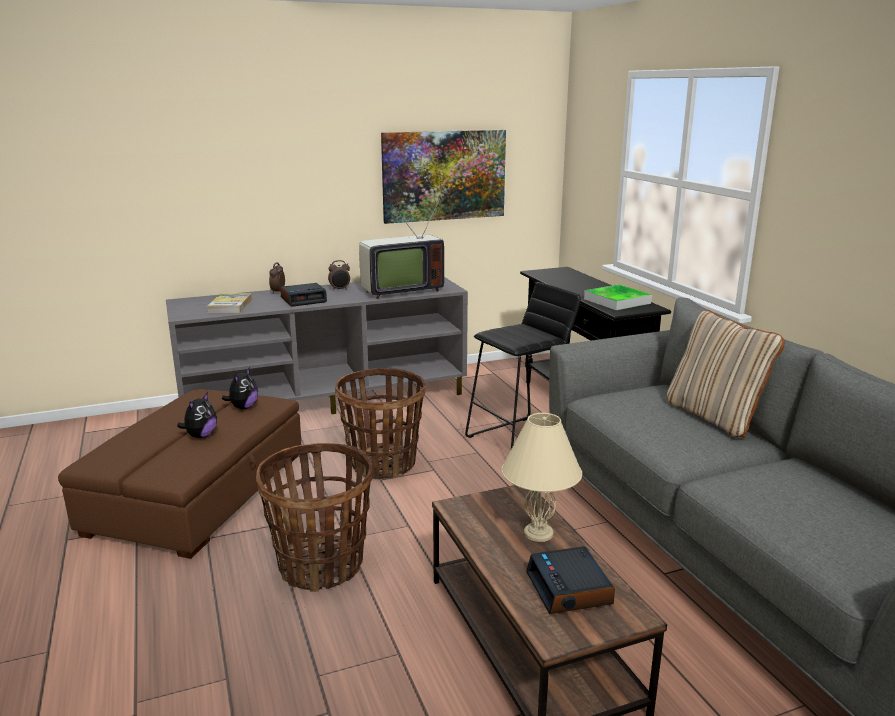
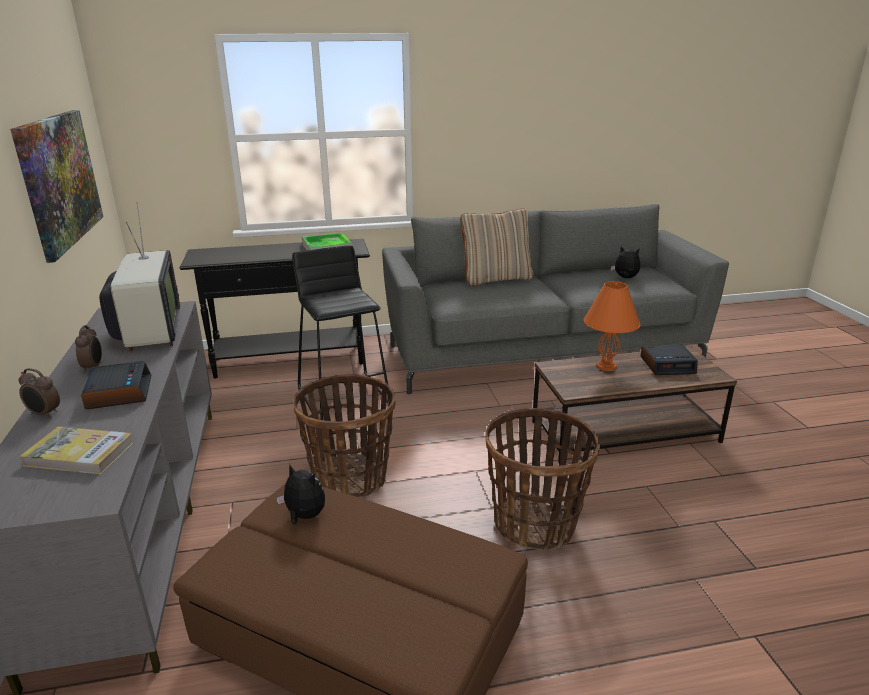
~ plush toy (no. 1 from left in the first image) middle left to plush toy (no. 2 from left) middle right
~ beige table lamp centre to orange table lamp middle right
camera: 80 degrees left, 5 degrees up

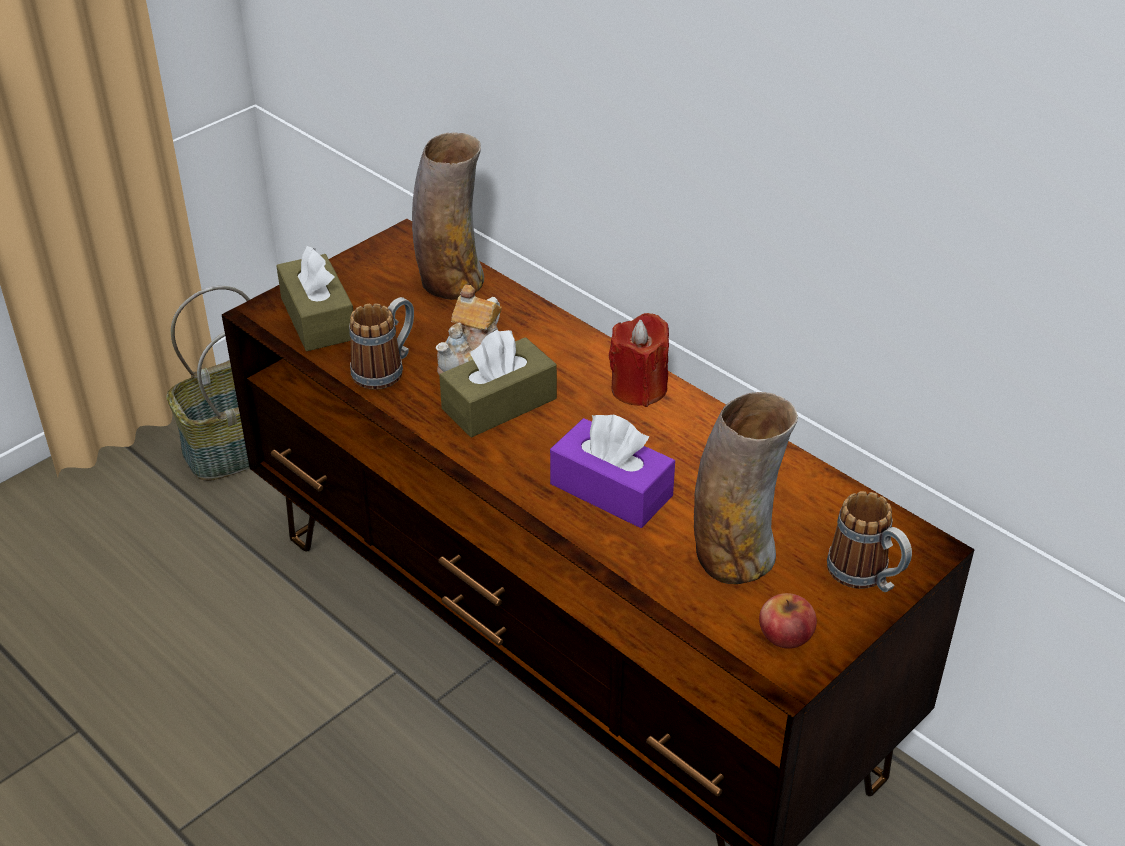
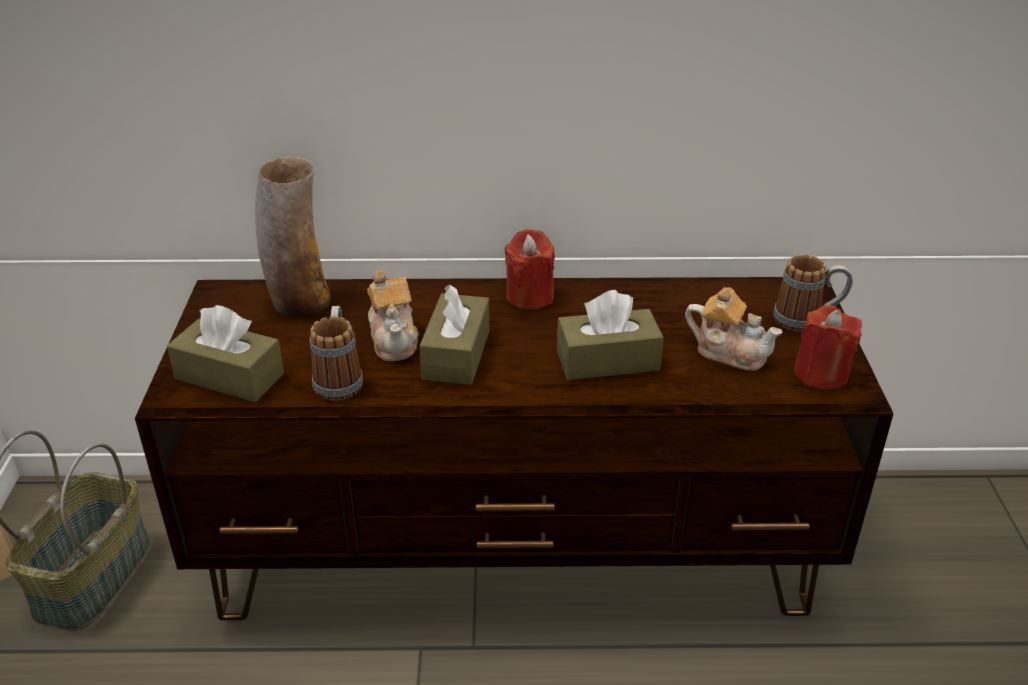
~ vase (no. 2 from left) centre to teapot (no. 2 from left) middle right
~ purple tissue box centre to brown tissue box (no. 3 from left) centre
~ apple bottom right to red candle (no. 2 from left) middle right
camera: 45 degrees left, 5 degrees down

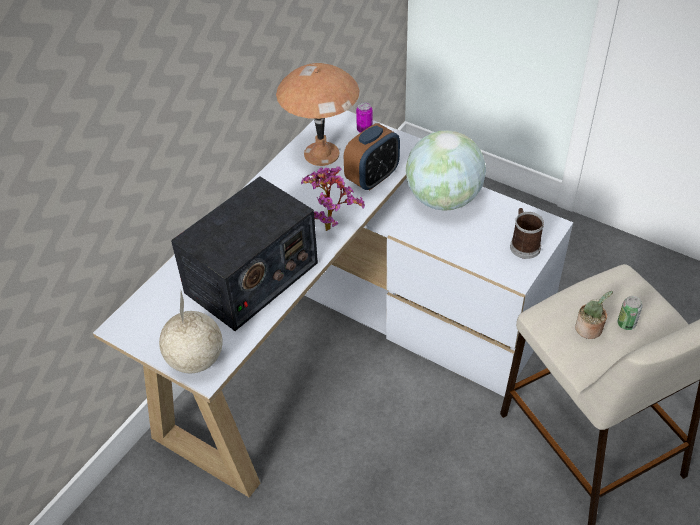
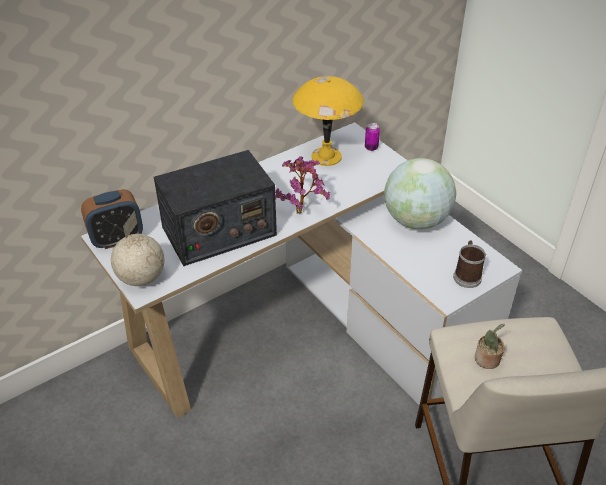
~ brown table lamp top centre to yellow table lamp top centre
~ alarm clock top centre to middle left
- can (no. 2 from left) middle right
camera: 20 degrees right, 5 degrees down

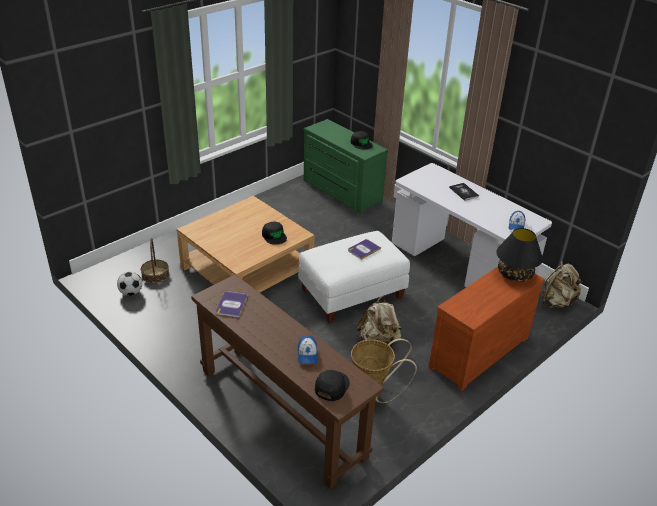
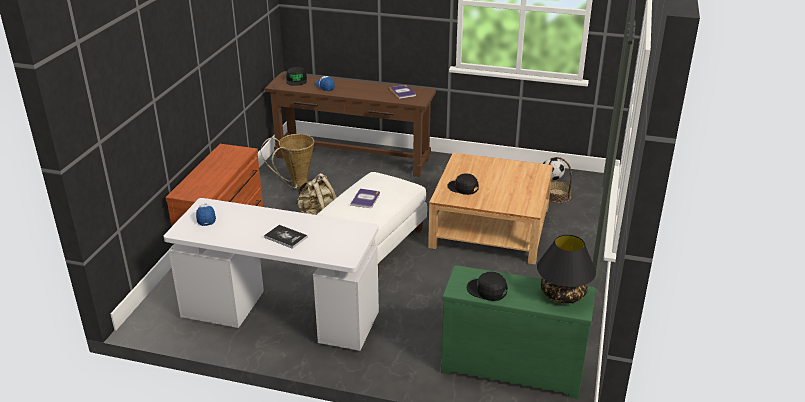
~ black table lamp middle right to bottom right
- beige backpack (no. 2 from left) middle right
camera: 150 degrees right, 5 degrees down

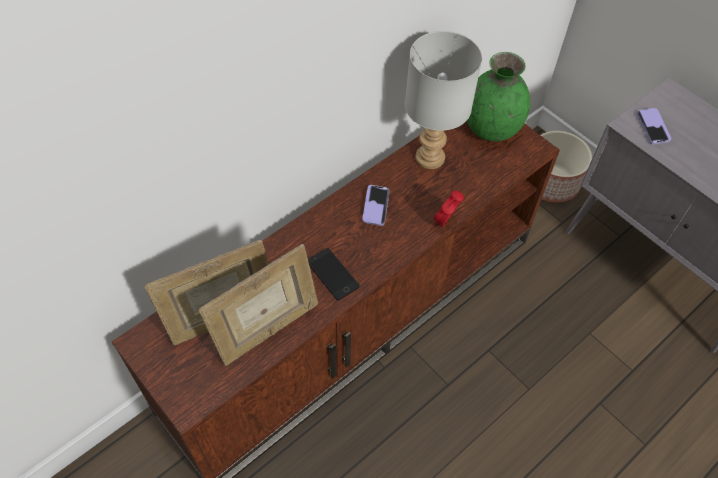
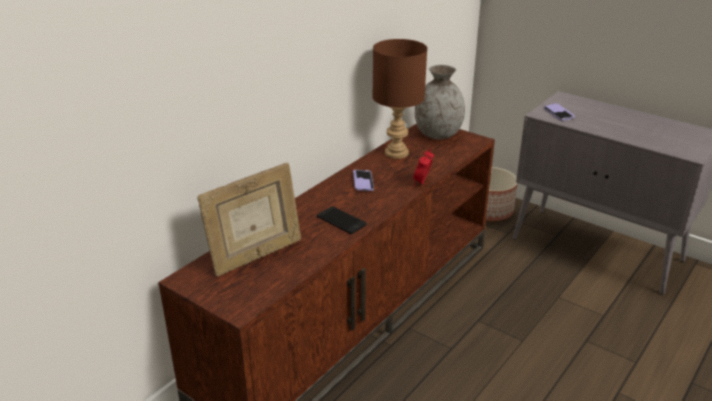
~ grey table lamp top centre to brown table lamp top centre
~ green vase top right to grey vase top centre
- picture frame (no. 2 from left) centre
camera: 10 degrees left, 25 degrees down

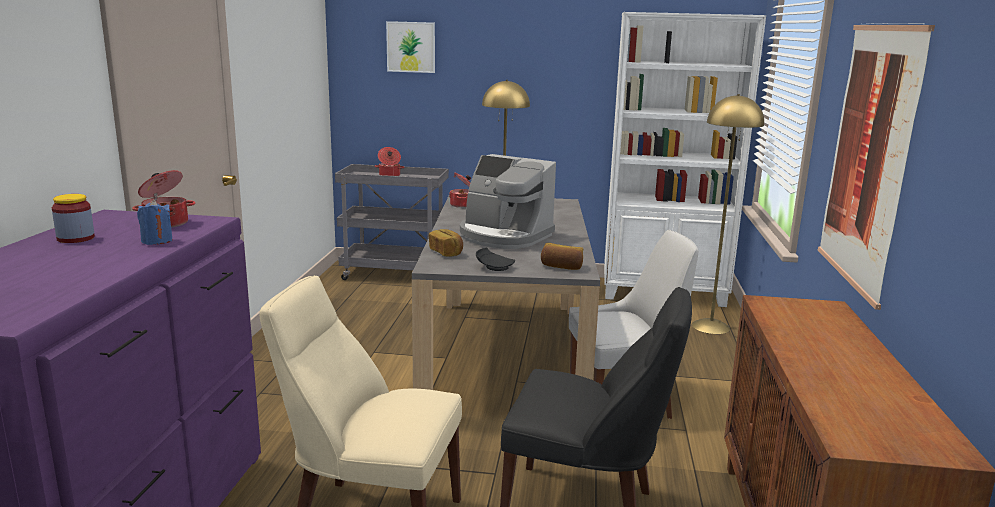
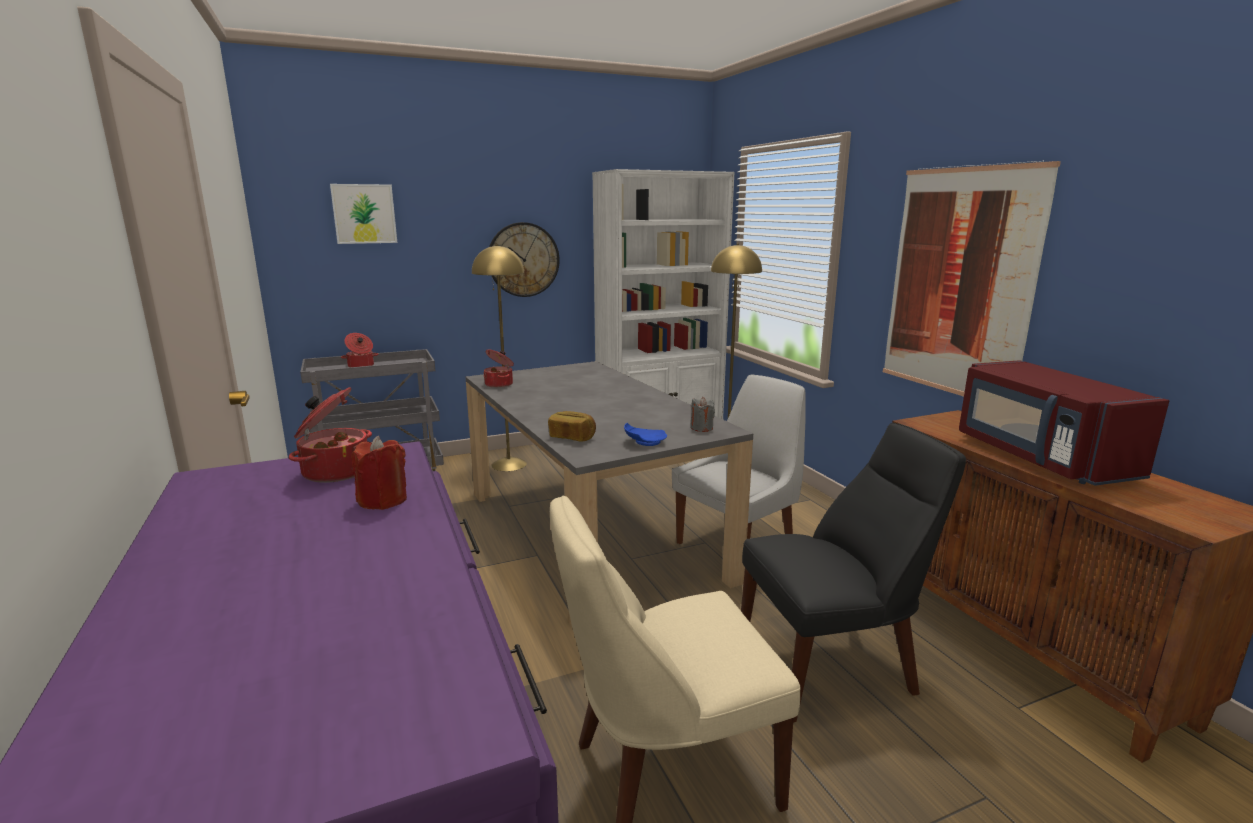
- coffee machine centre
- jar middle left
~ blue candle middle left to red candle middle left
~ bread (no. 2 from left) centre to grey candle centre
~ black plate centre to blue plate centre
+ wall clock top centre
+ red microwave middle right
camera: 30 degrees left, 0 degrees up

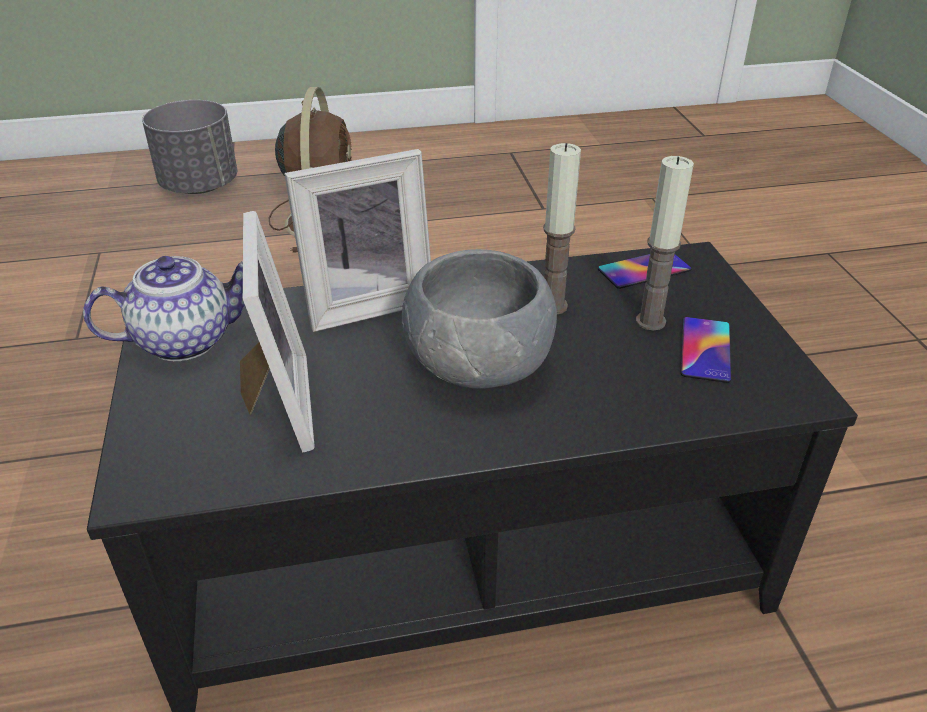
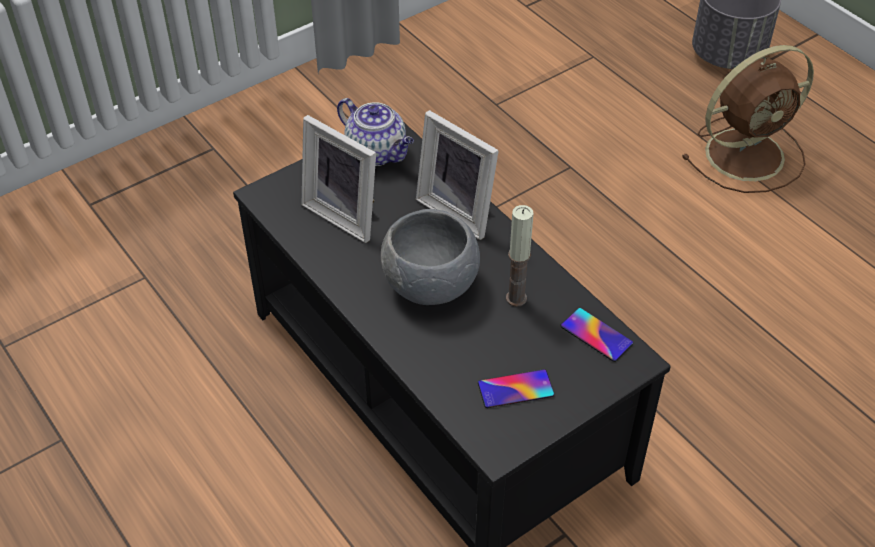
- candle (no. 2 from left) middle right
~ picture frame (no. 1 from left) middle left = top centre 75 degrees clockwise
camera: 65 degrees right, 10 degrees up

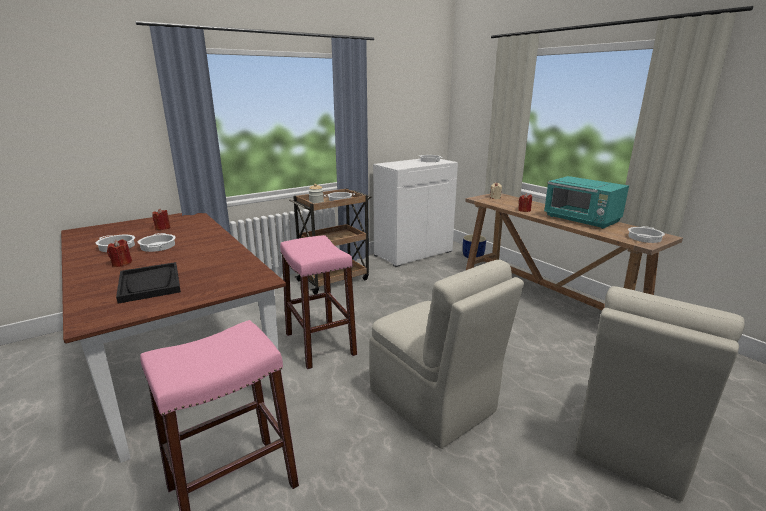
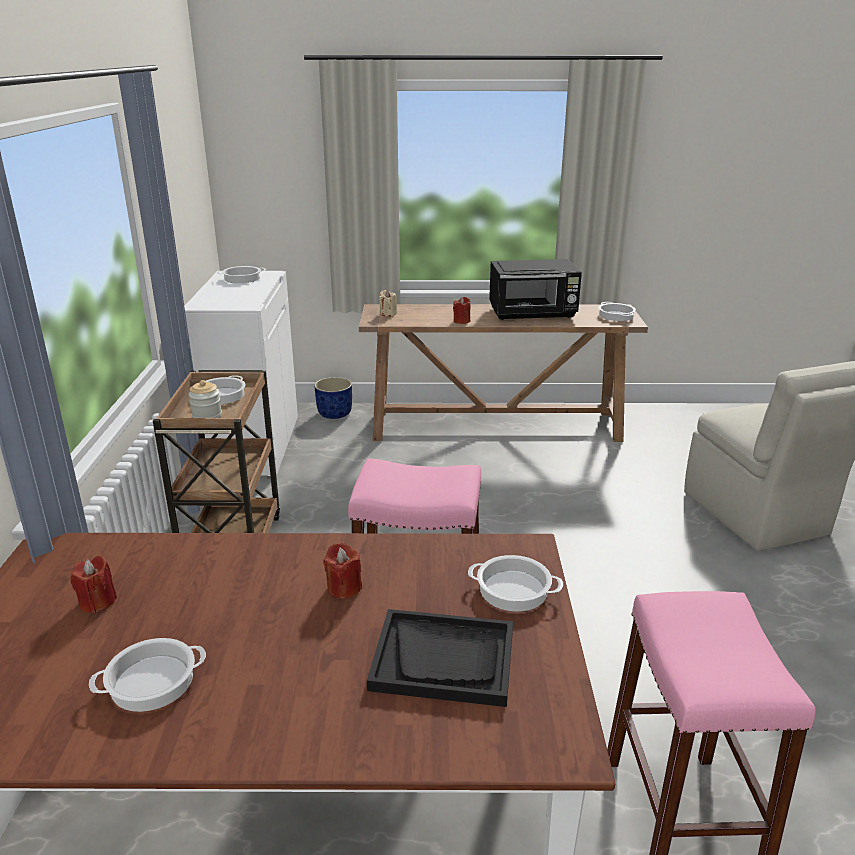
~ turquoise microwave middle right to black microwave centre
~ cooking pot (no. 2 from left in the first image) middle left to cooking pot (no. 4 from left) bottom centre
~ red candle (no. 1 from left in the first image) middle left to red candle (no. 2 from left) bottom centre
- beige chair (no. 1 from left) bottom centre
camera: 55 degrees left, 5 degrees up

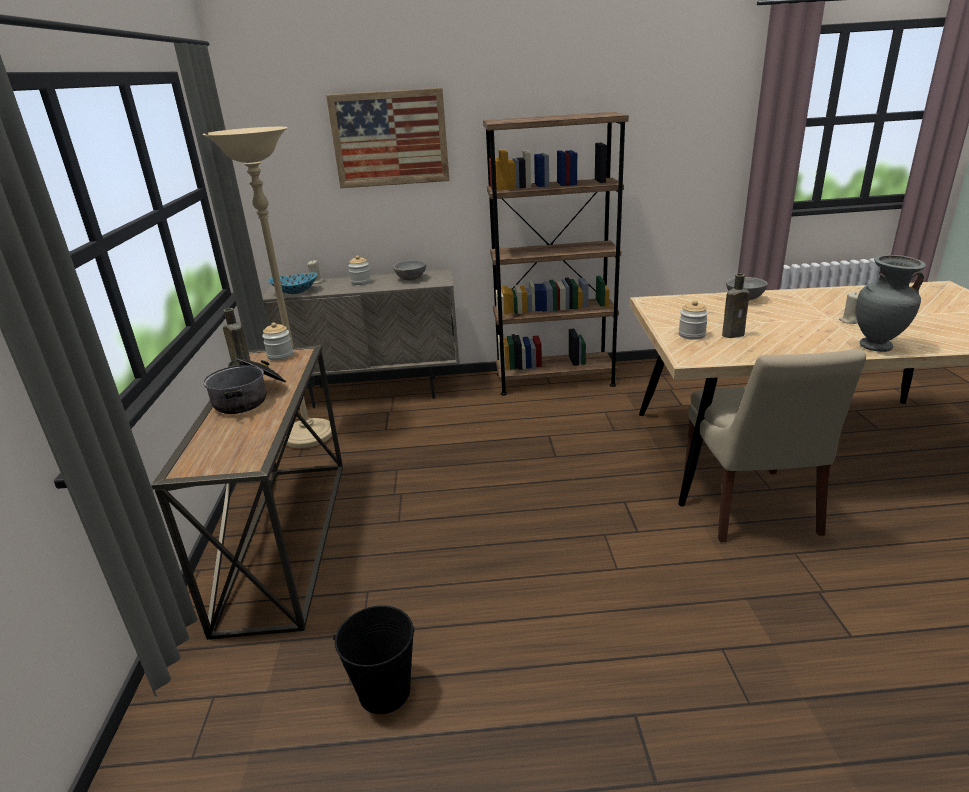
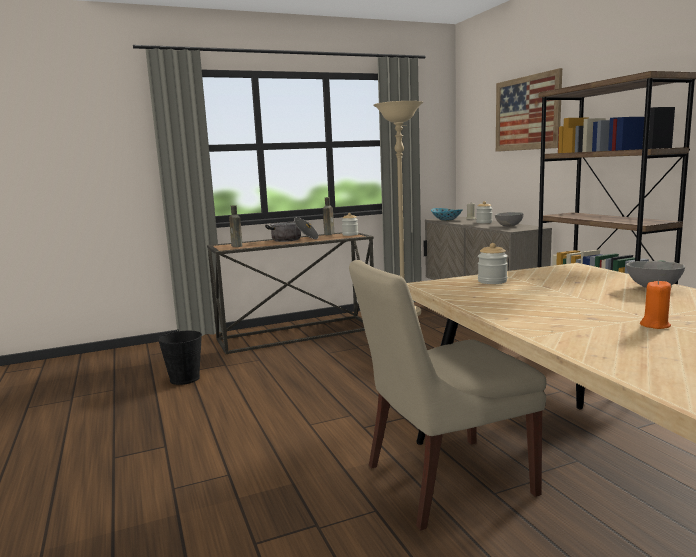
- grey vase middle right
~ brown bottle (no. 2 from left in the first image) middle right to brown bottle (no. 1 from left) centre
~ beige candle (no. 2 from left) middle right to orange candle middle right
camera: 70 degrees right, 15 degrees down

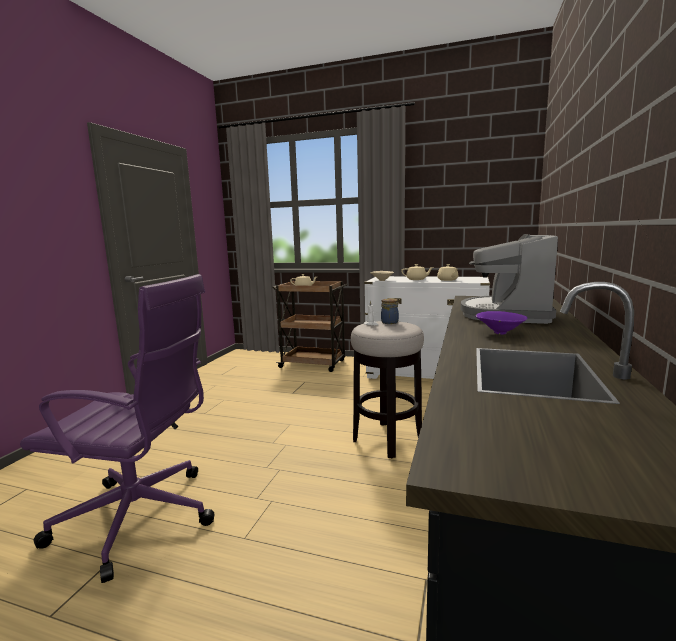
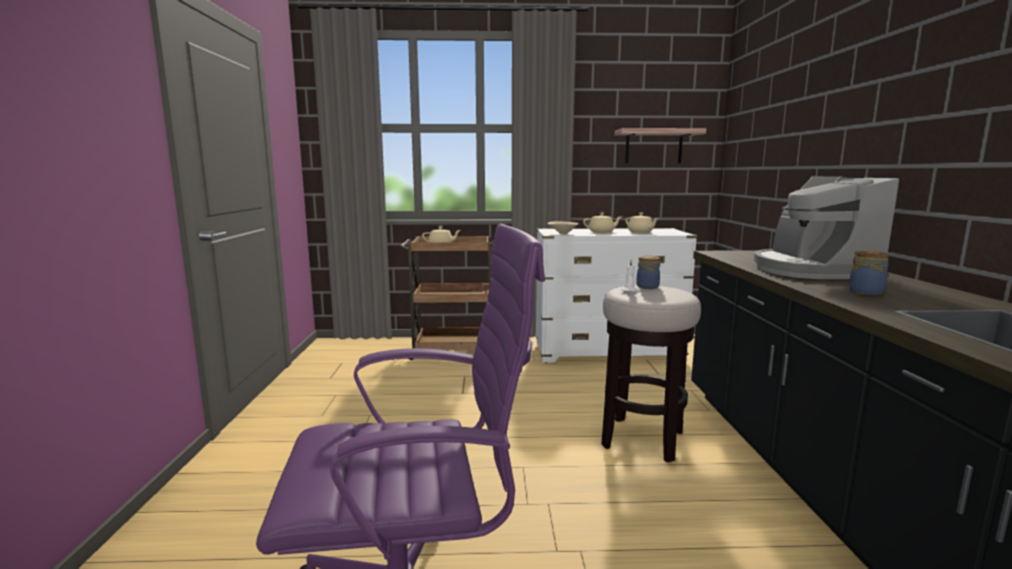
~ purple bowl middle right to jar (no. 2 from left) middle right
+ shelf top centre
camera: 20 degrees left, 0 degrees up

